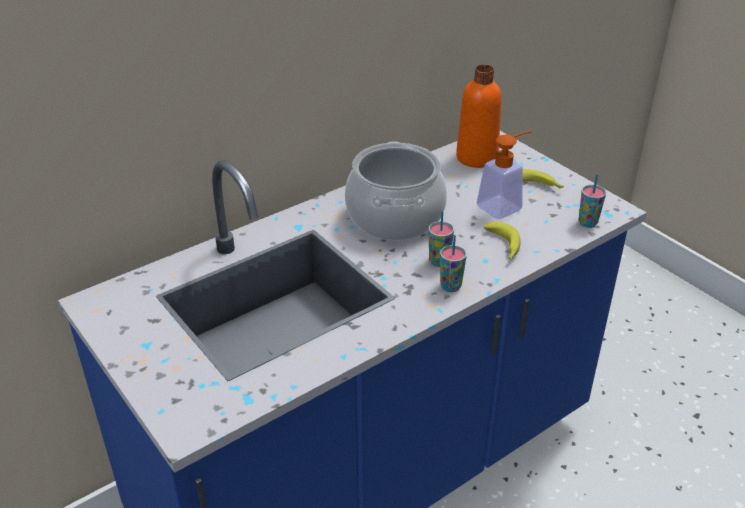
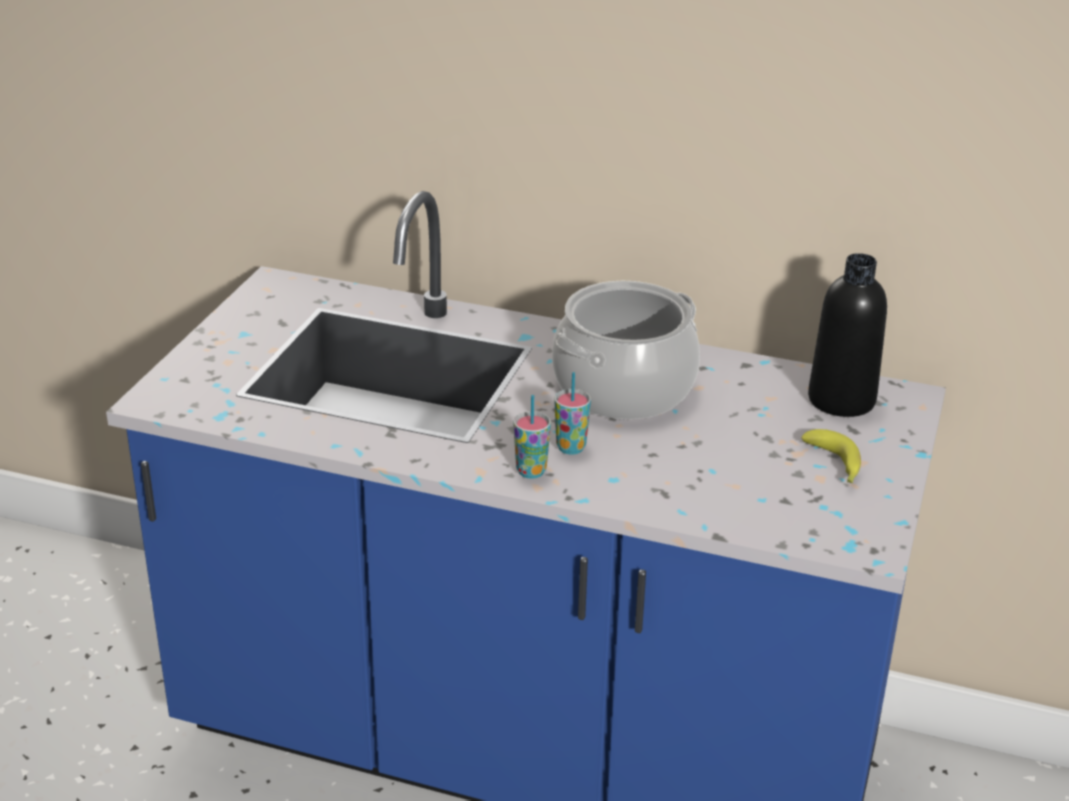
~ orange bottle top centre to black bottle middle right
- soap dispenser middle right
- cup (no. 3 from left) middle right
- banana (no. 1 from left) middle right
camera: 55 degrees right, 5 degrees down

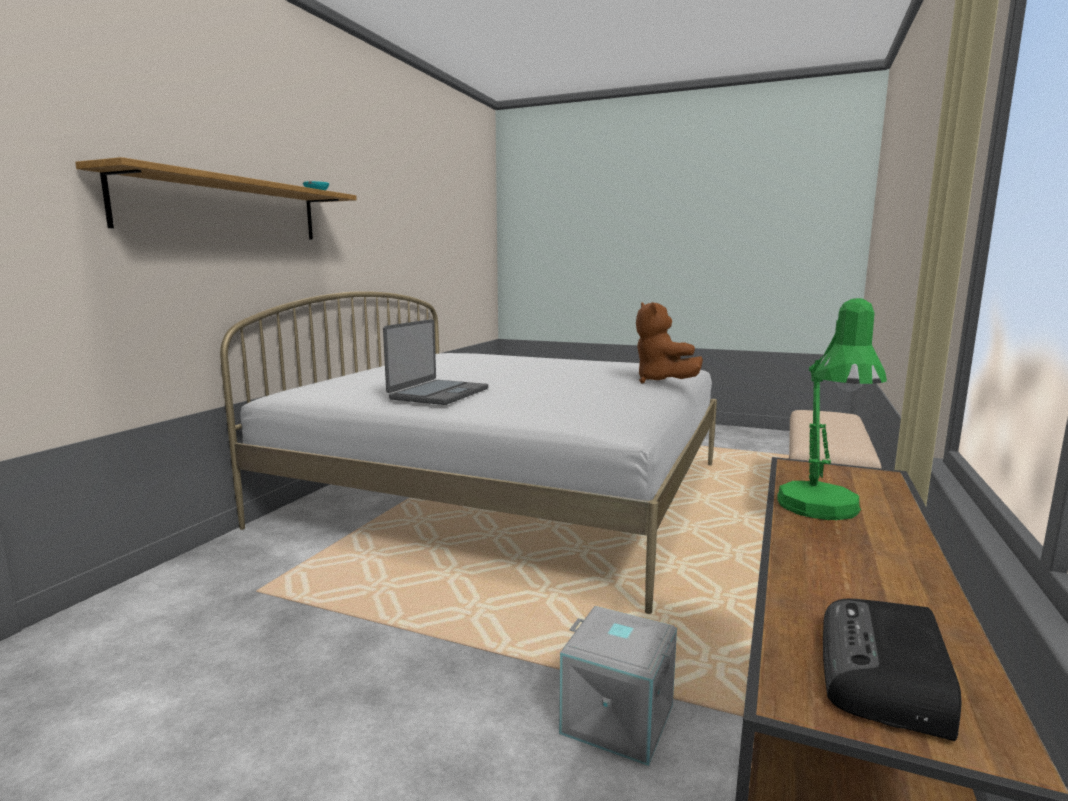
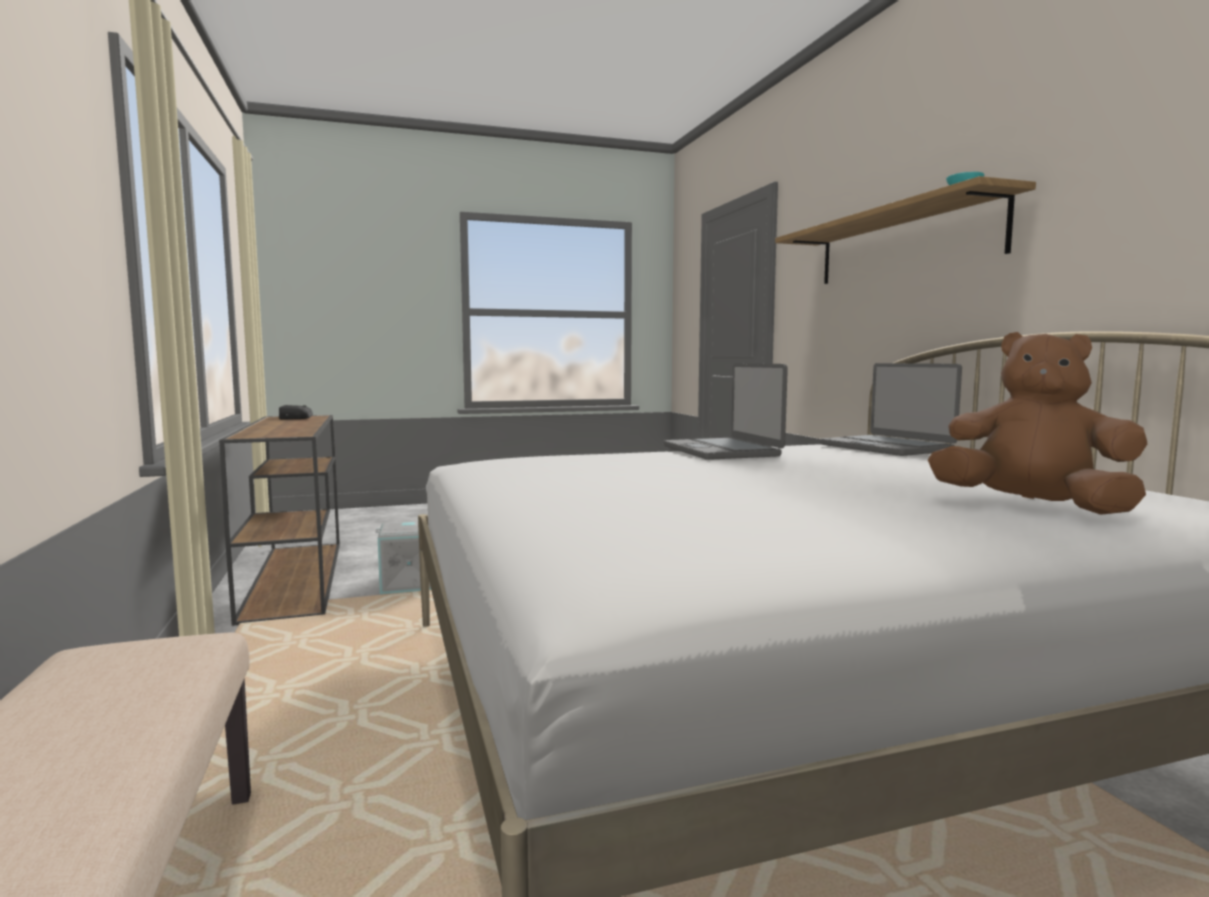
- green table lamp middle right
~ brown plush toy centre to middle right
+ laptop (no. 2 from left) middle right
camera: 140 degrees right, 5 degrees down

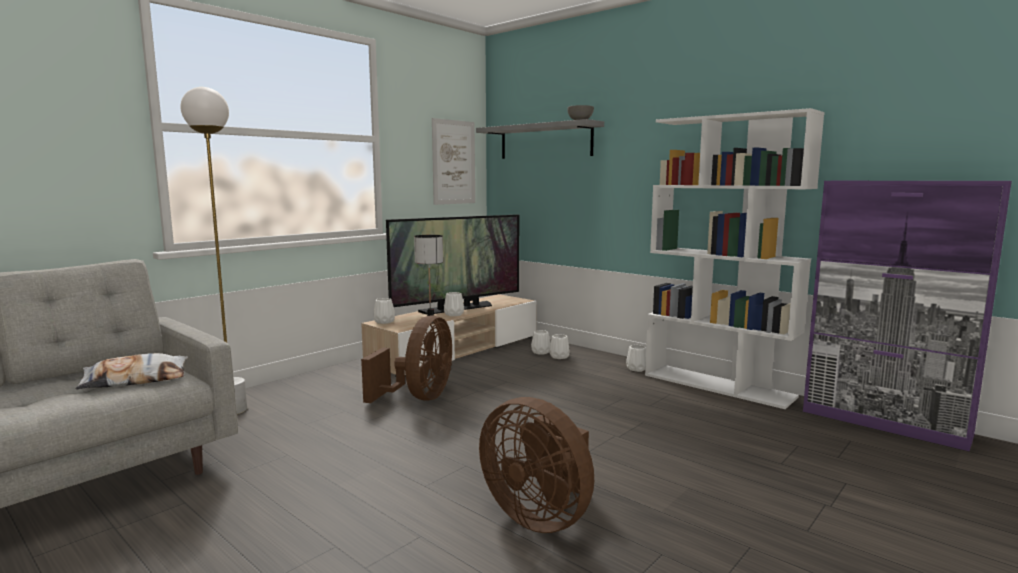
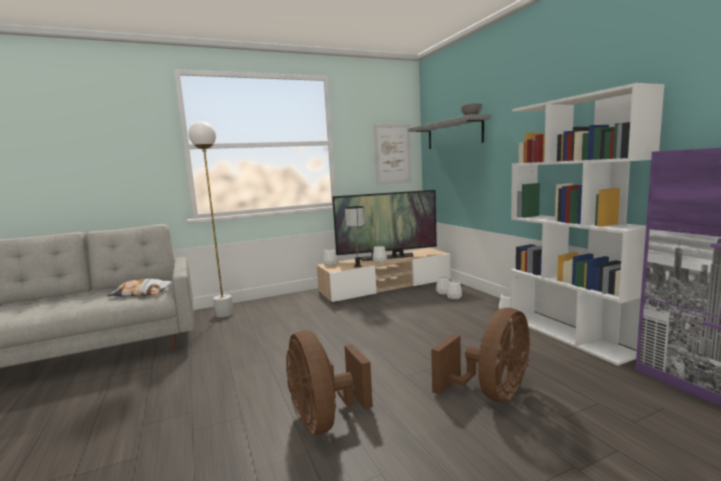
~ brown fan (no. 1 from left in the first image) centre to brown fan (no. 2 from left) bottom centre
camera: 25 degrees right, 0 degrees up

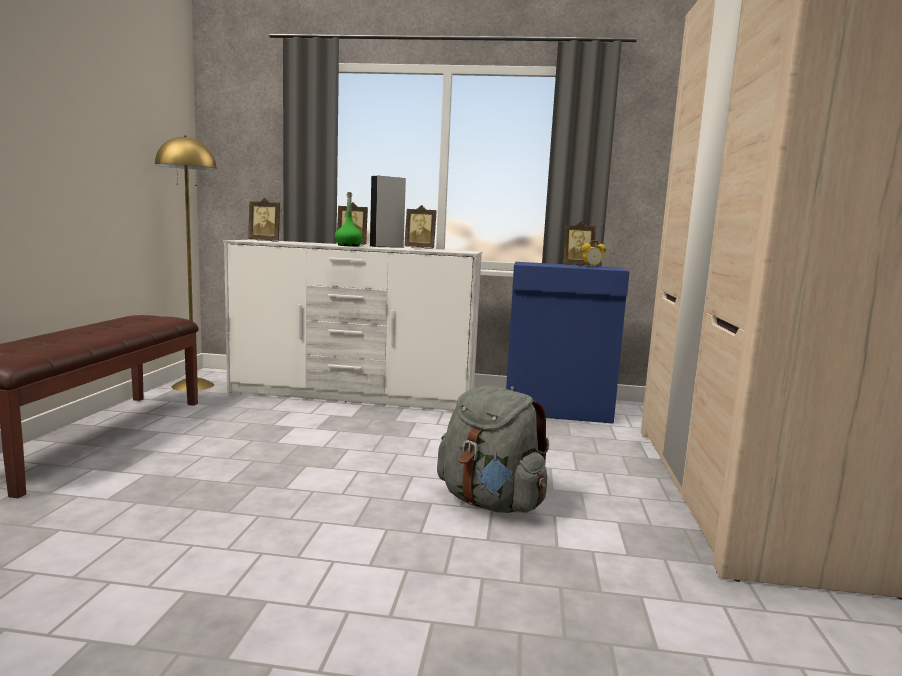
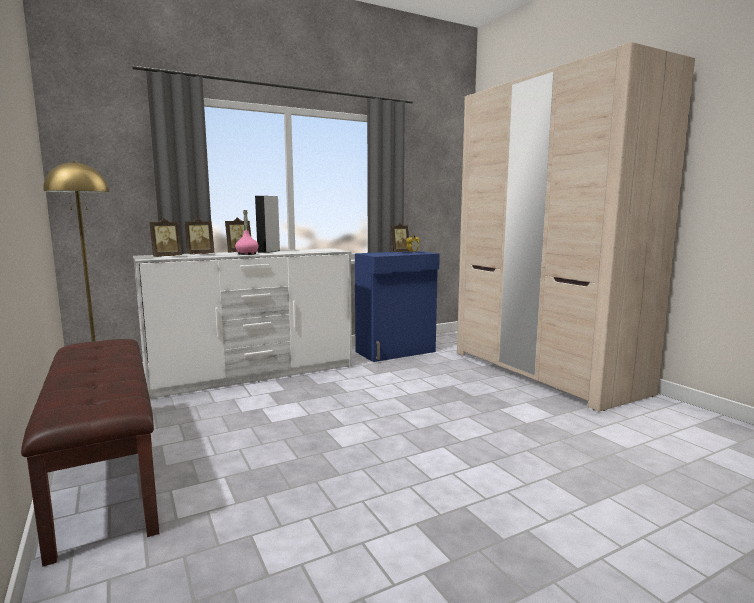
~ green bottle top centre to pink bottle middle left
~ picture frame (no. 3 from left in the first image) centre to picture frame (no. 2 from left) middle left
- grey backpack centre
camera: 35 degrees left, 0 degrees up

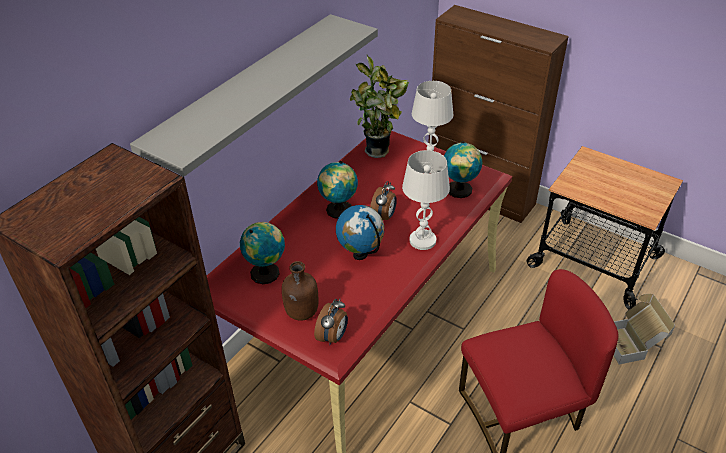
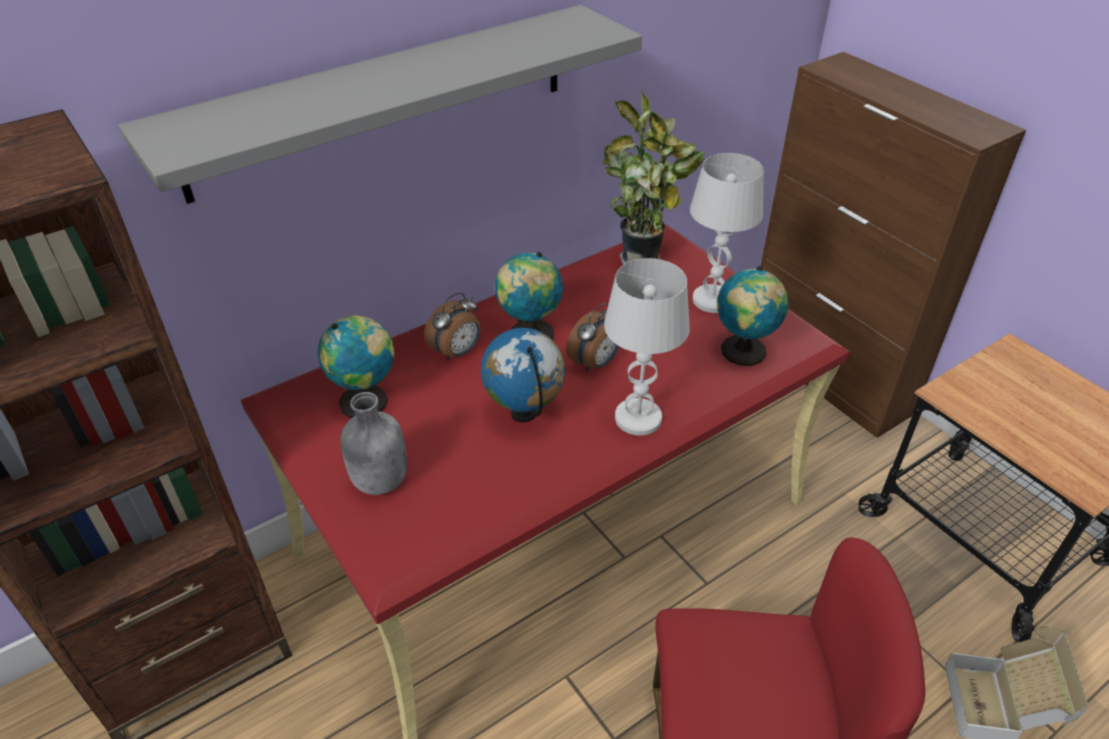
~ brown bottle centre to grey bottle centre
~ alarm clock (no. 1 from left) bottom centre to centre
camera: 20 degrees right, 0 degrees up

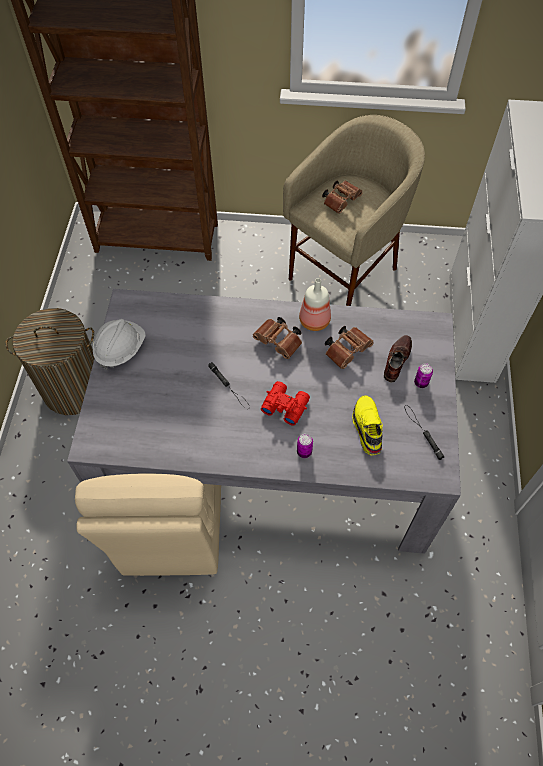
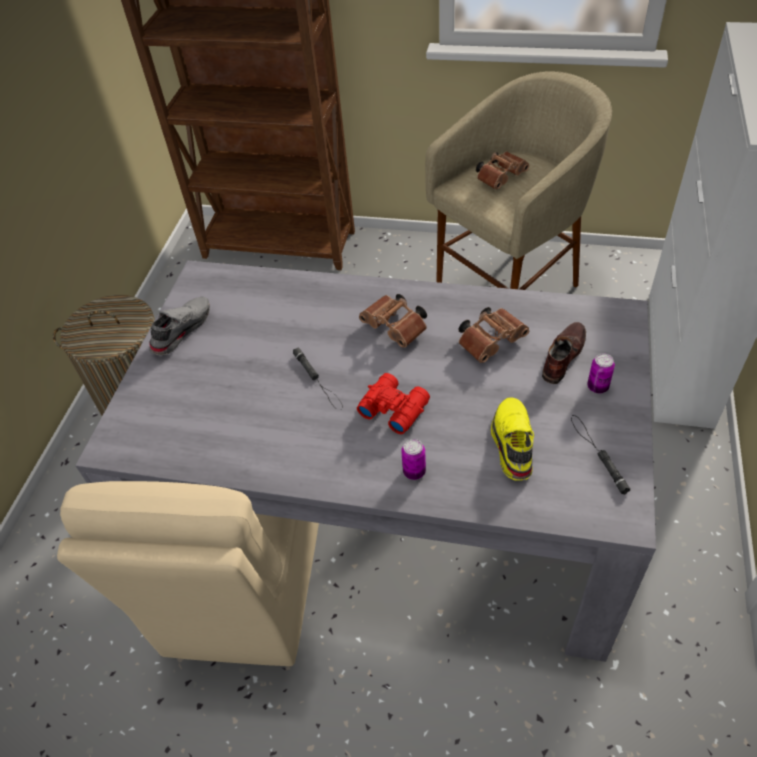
- bottle centre
~ white hard hat middle left to grey shoe middle left
camera: 10 degrees right, 10 degrees down

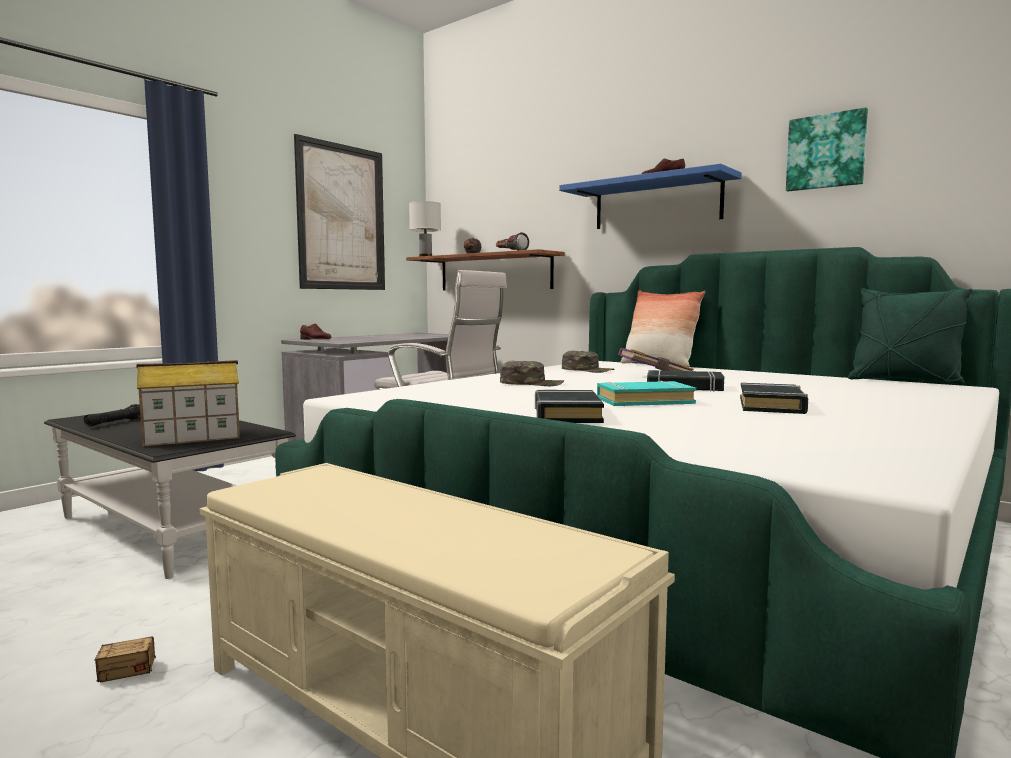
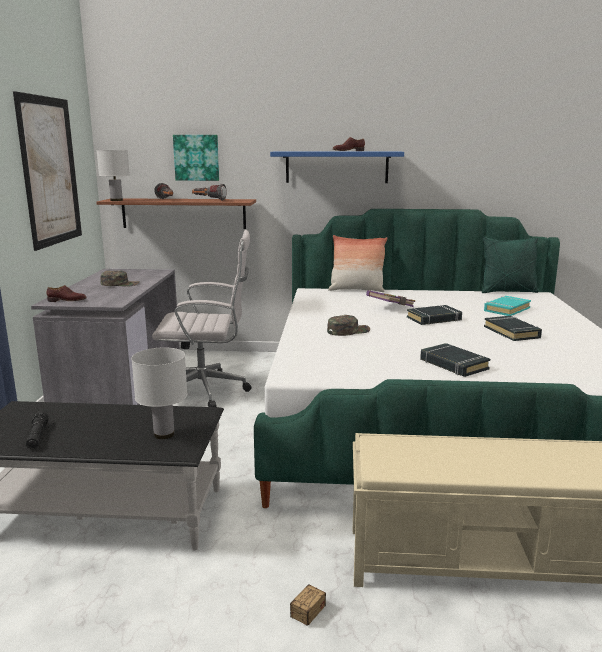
~ picture (no. 2 from left) top right to top left
~ green cap (no. 2 from left in the first image) centre to green cap (no. 1 from left) middle left
~ toy house middle left to white table lamp (no. 2 from left) middle left
~ turquoise book centre to middle right
camera: 35 degrees left, 10 degrees up

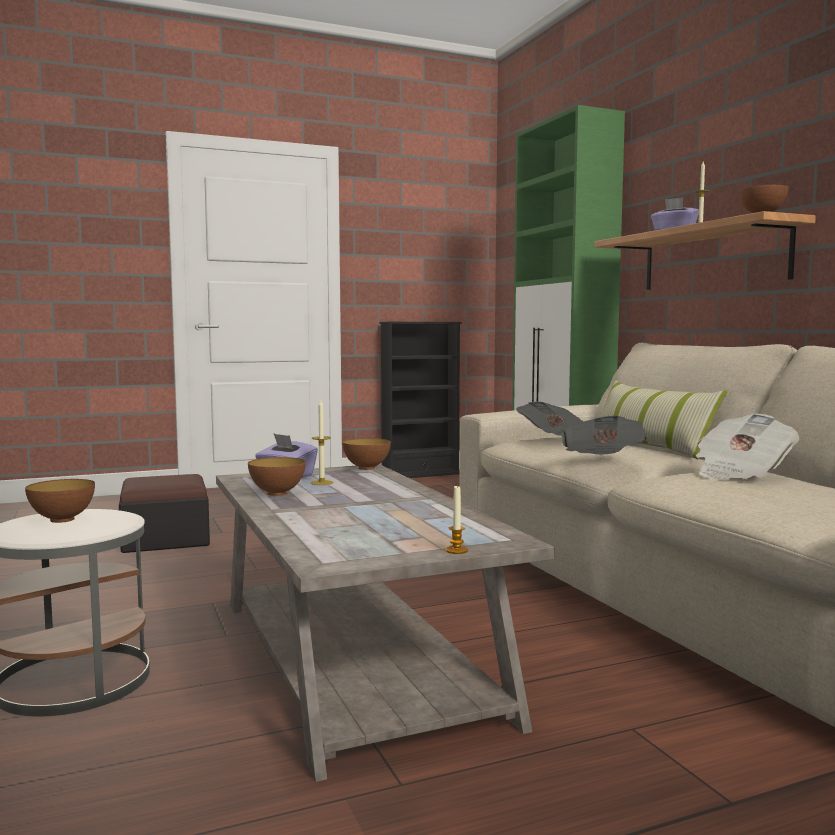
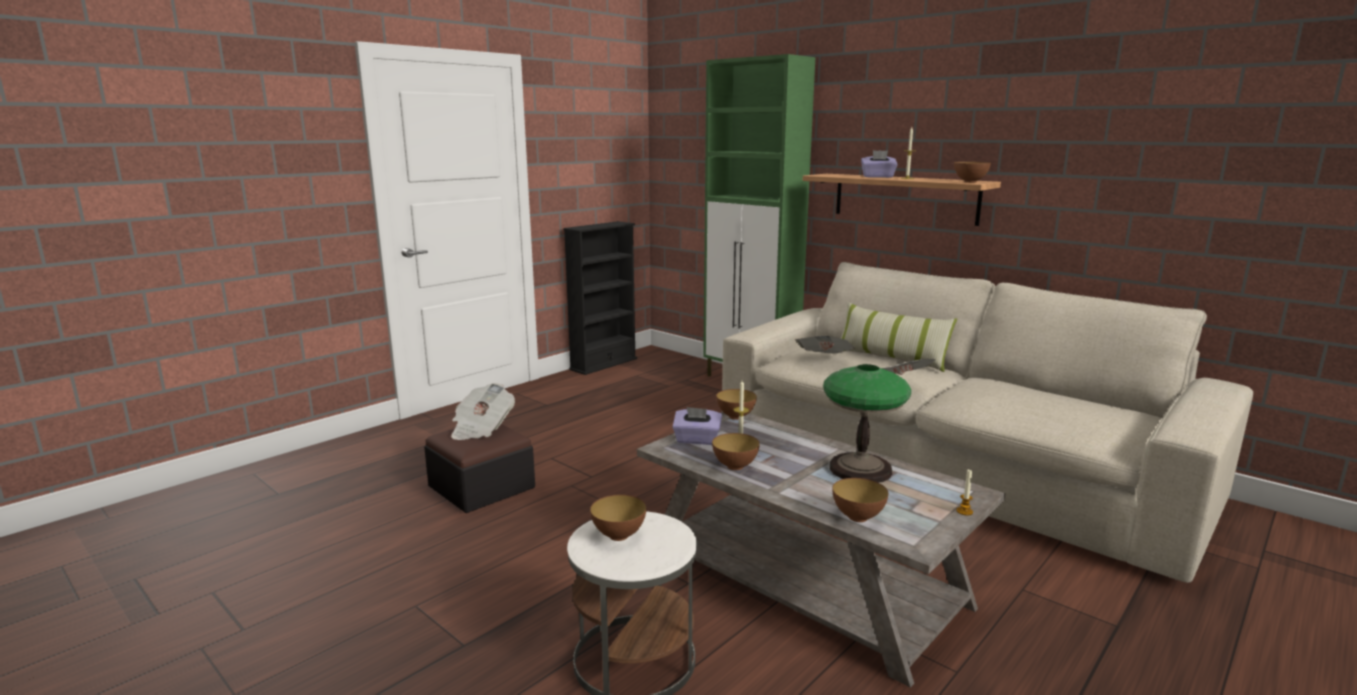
~ newspaper (no. 3 from left in the first image) middle right to newspaper (no. 1 from left) centre
+ table lamp centre
+ bowl (no. 4 from left) bottom centre
camera: 25 degrees left, 10 degrees up

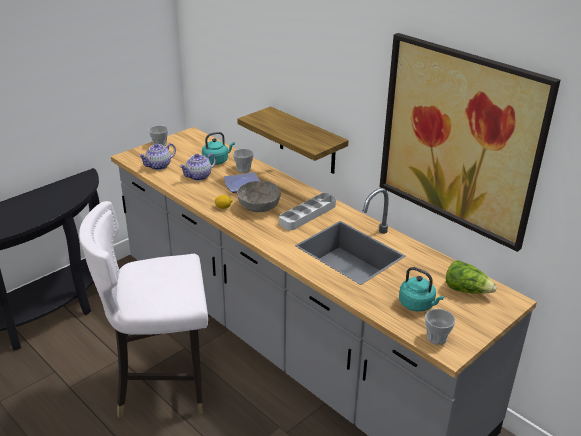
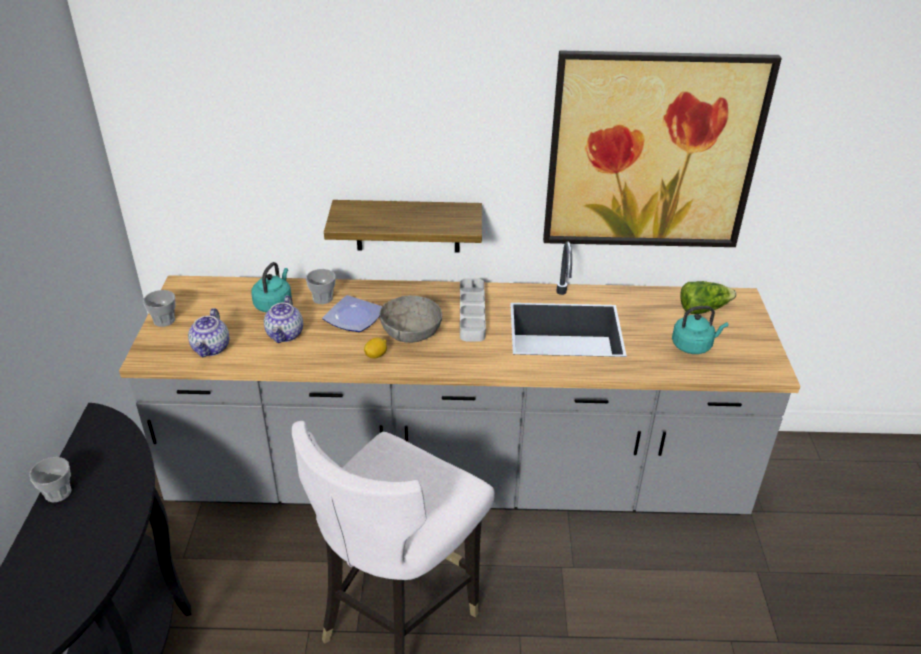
~ cup (no. 3 from left in the first image) bottom right to cup (no. 1 from left) bottom left
camera: 45 degrees left, 5 degrees up

